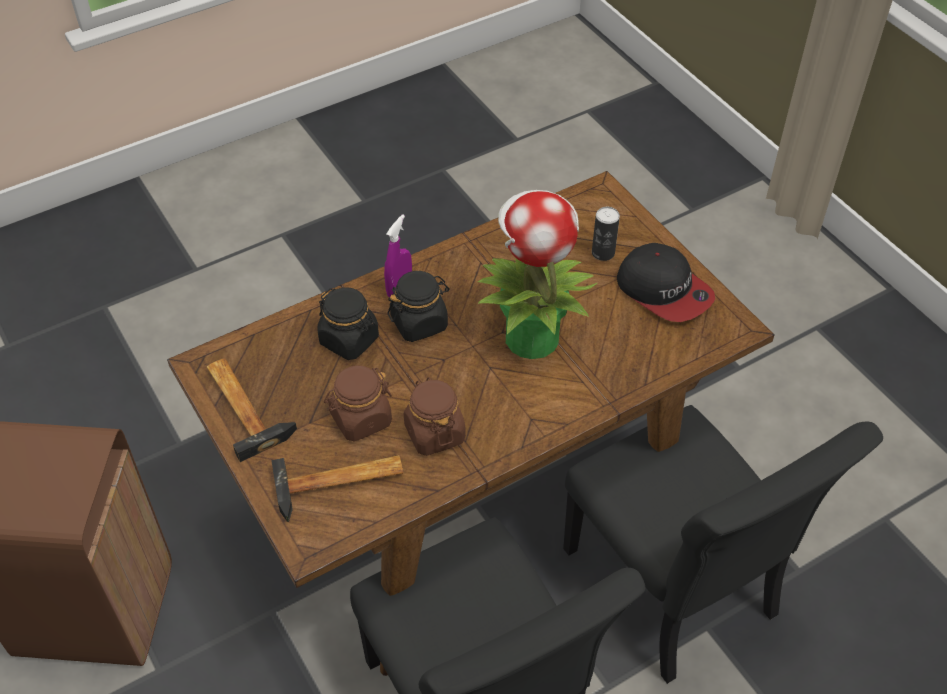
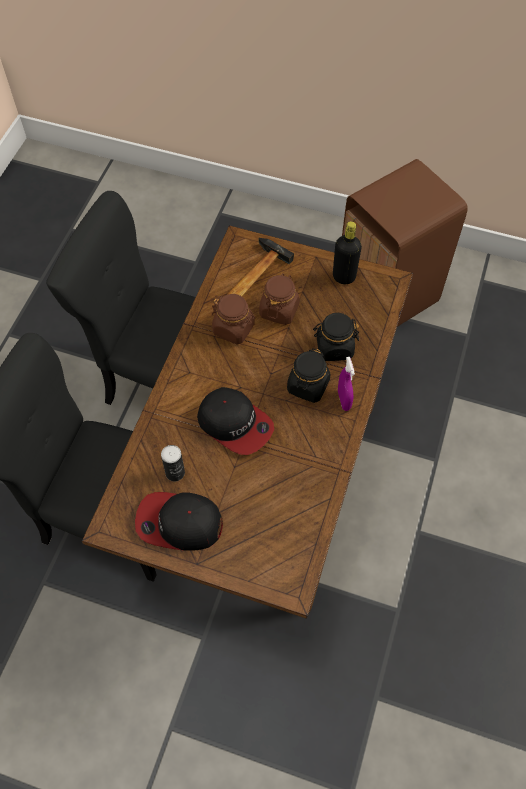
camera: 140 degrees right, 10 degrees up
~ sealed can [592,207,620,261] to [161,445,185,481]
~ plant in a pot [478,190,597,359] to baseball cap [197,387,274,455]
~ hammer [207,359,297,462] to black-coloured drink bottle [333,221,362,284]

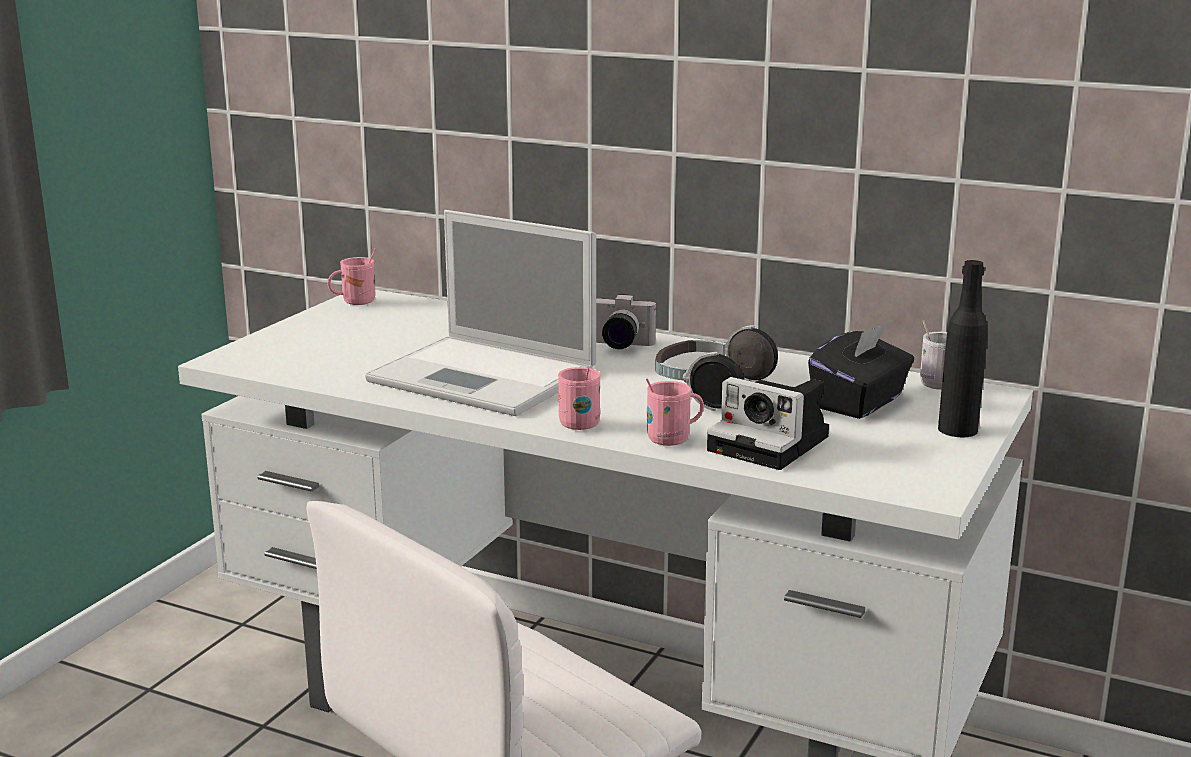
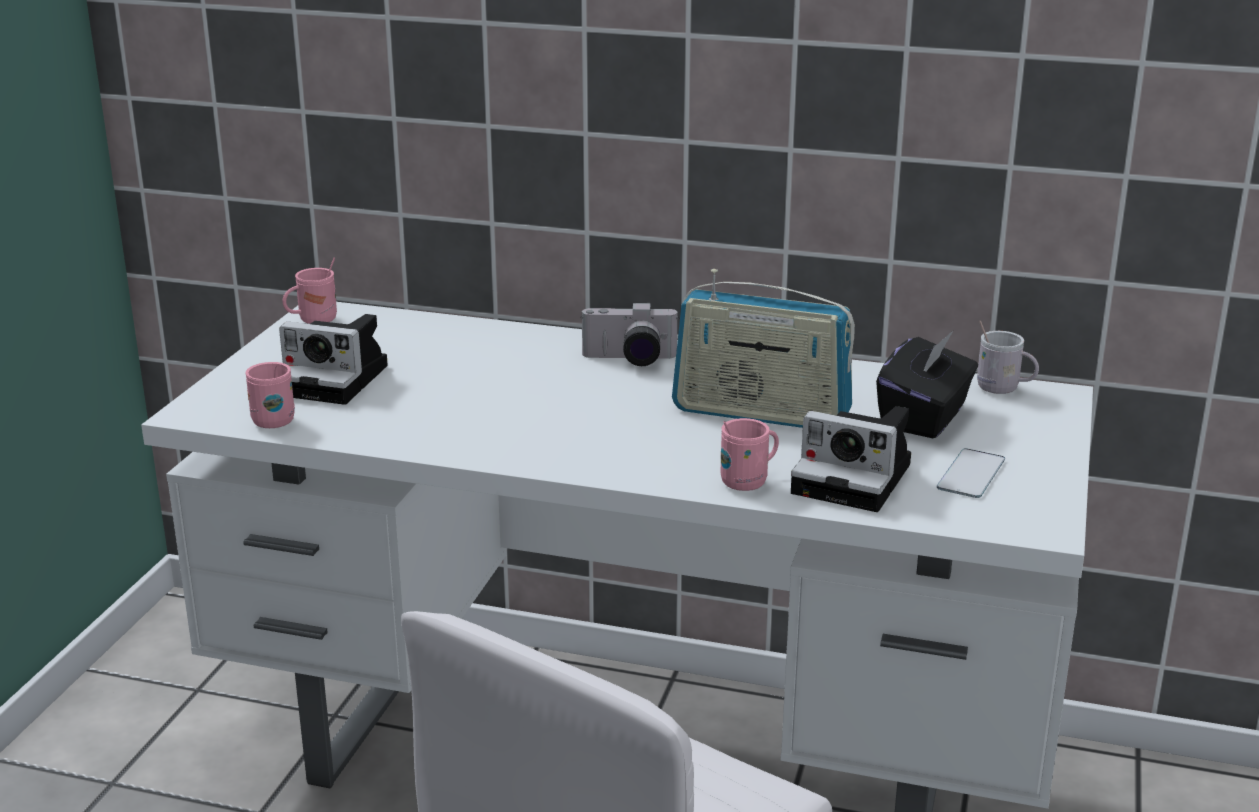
camera: 10 degrees left, 5 degrees up
~ pinkish coffee mug [558,367,600,430] to [245,362,295,428]
+ photo camera [279,314,388,405]
~ headset [655,325,778,411] to radio [672,269,855,428]
+ handset [937,448,1005,498]
- notebook computer [365,210,596,416]
- black-coloured drink bottle [938,260,988,437]

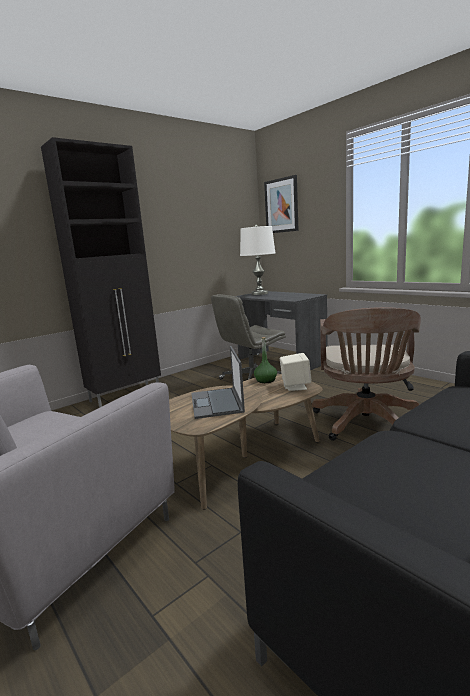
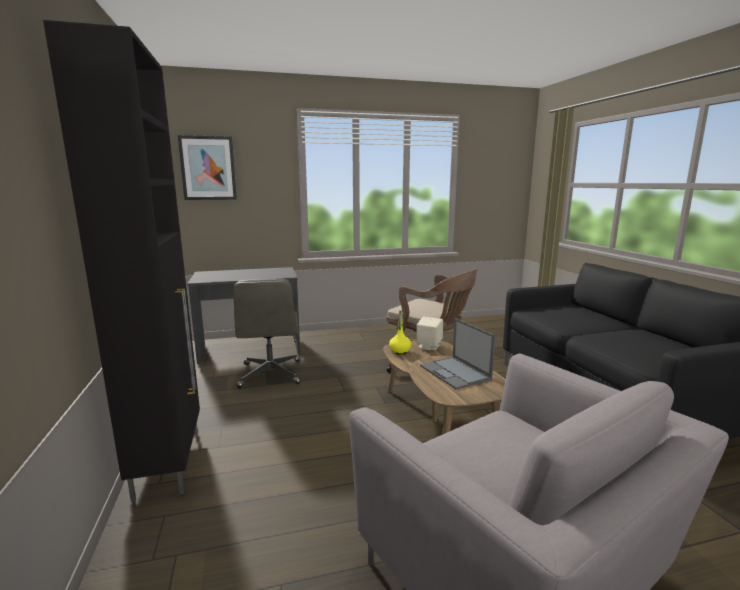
camera: 65 degrees left, 0 degrees up
~ green-coloured drink bottle [254,337,277,383] to yellow-coloured drink bottle [389,310,412,354]
~ notebook computer [191,346,245,419] = [420,318,495,389] 45 degrees clockwise
- whitish table lamp [240,225,275,295]

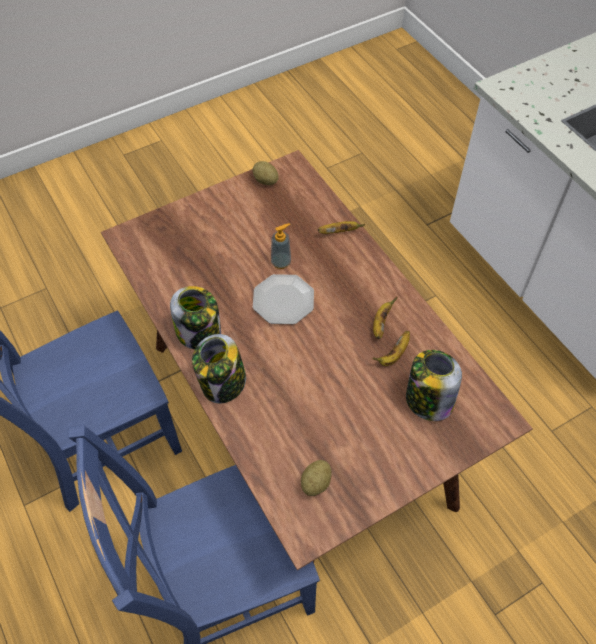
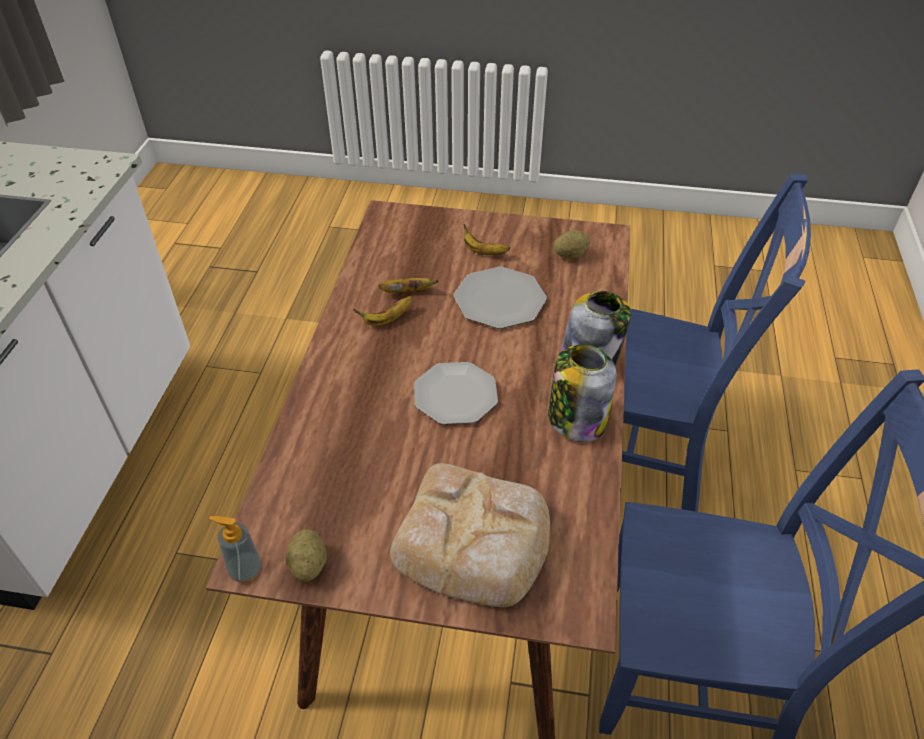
camera: 140 degrees left, 10 degrees down
~ liquid soap bottle [271,223,291,269] to [209,516,262,582]
+ bakery bread [390,463,550,607]
+ flat dish [454,267,547,329]
~ banana [318,221,365,234] to [464,224,510,255]
- storage jar [406,350,462,421]

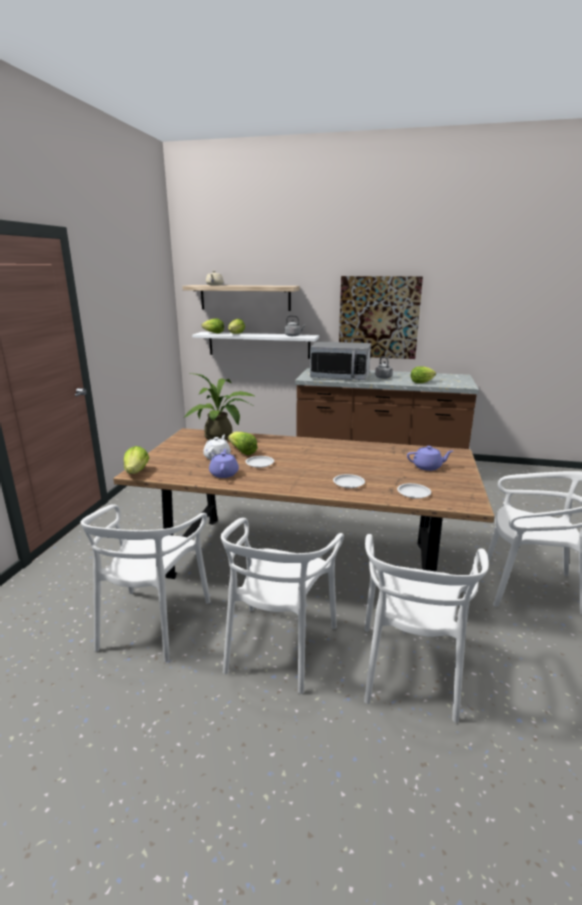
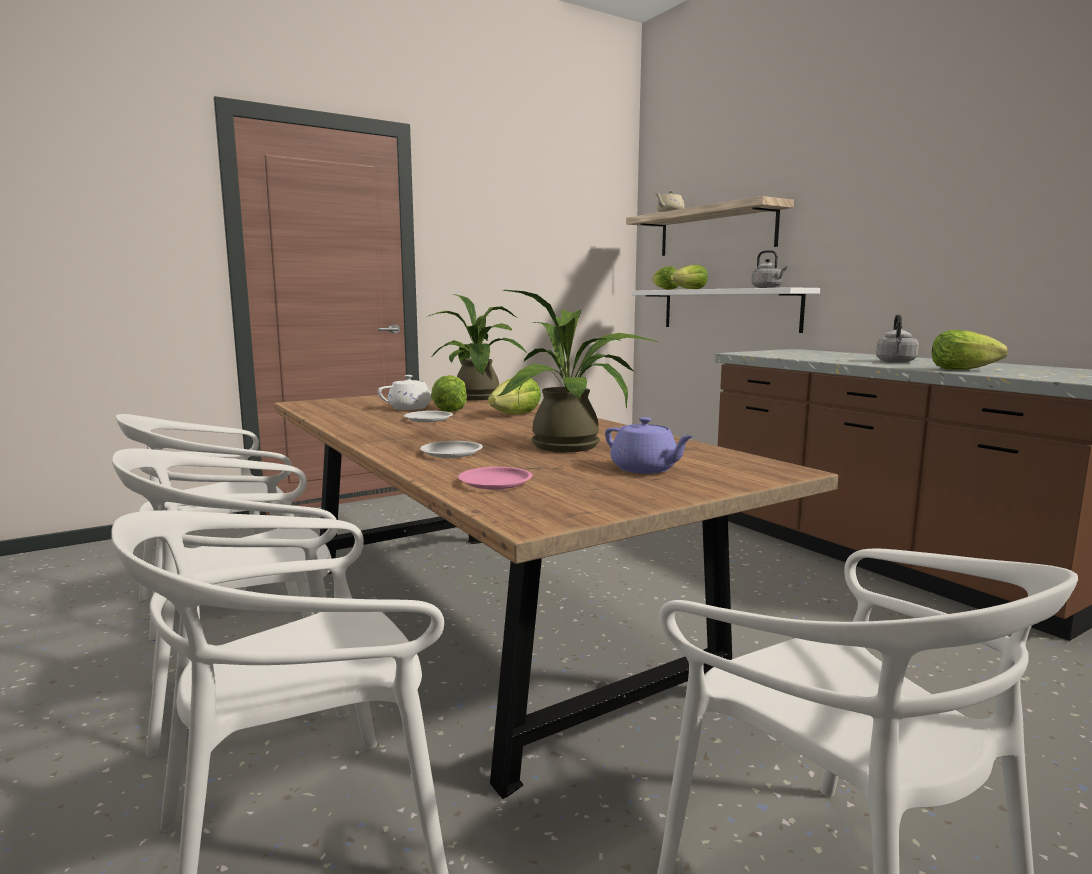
camera: 45 degrees right, 10 degrees down
~ whitish flat dish [397,483,431,499] to pinkish flat dish [458,467,533,489]
~ lettuce [124,446,149,474] to [488,378,541,414]
+ plant in a pot [498,290,657,452]
- purple teapot [209,448,239,478]
- microwave [310,341,371,380]
- picture [339,276,423,359]

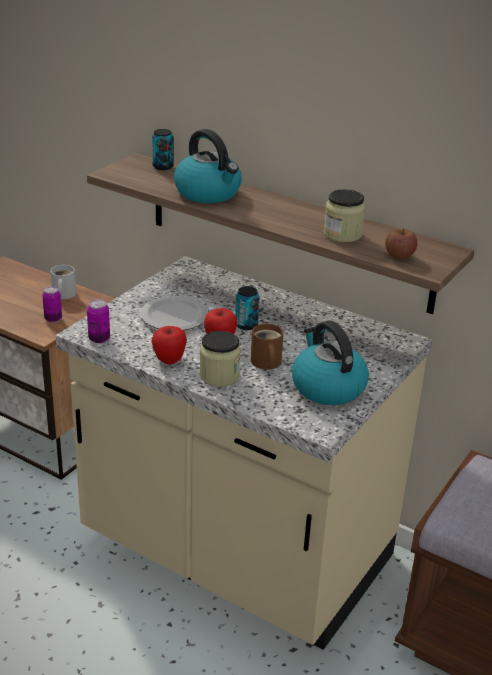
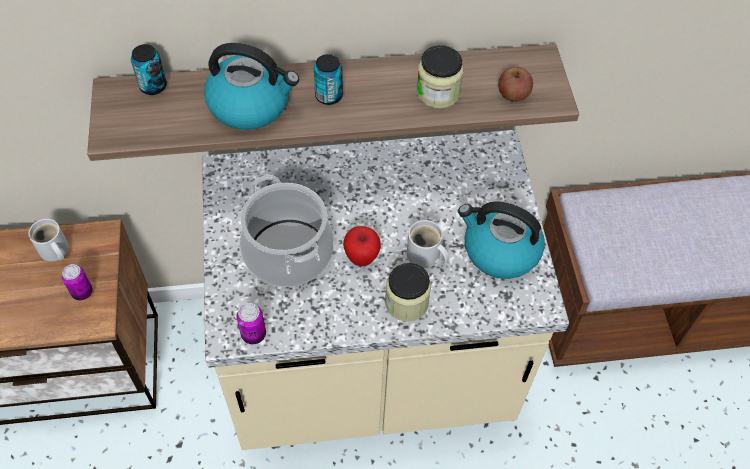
camera: 40 degrees left, 25 degrees up
~ flat dish [140,296,209,331] to cooking pot [240,175,334,287]
~ sealed can [235,286,259,330] to [314,54,343,105]
~ brownish coffee mug [251,324,284,370] to whitish coffee mug [407,220,449,268]
- apple fruit [151,326,187,364]

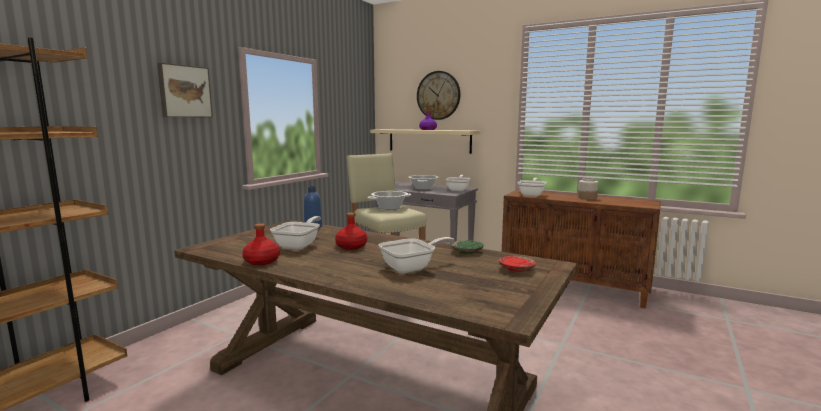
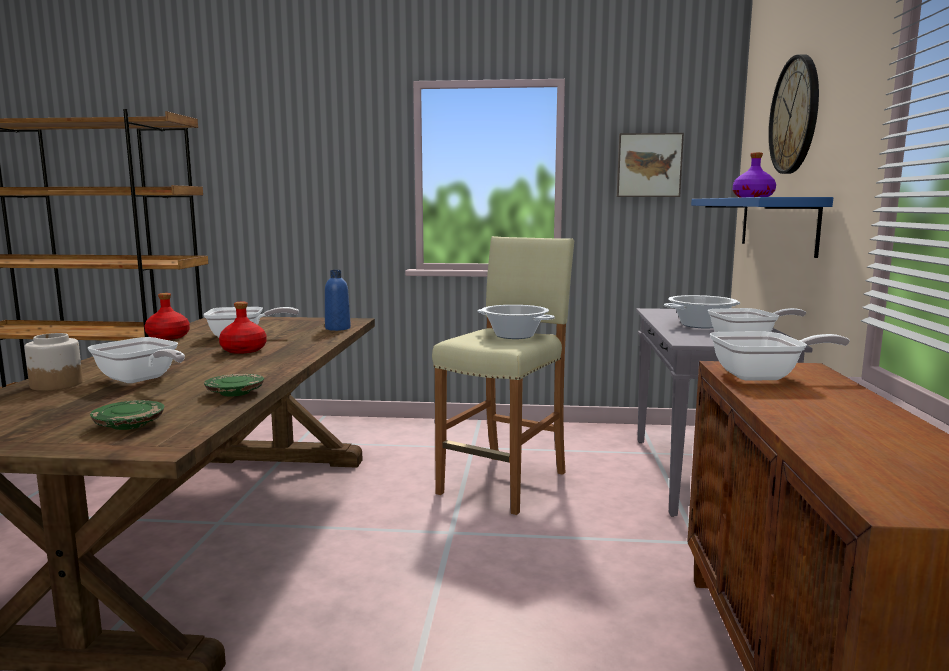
camera: 65 degrees right, 0 degrees up
~ storage jar [578,178,598,199] to [24,333,83,391]
~ red flat dish [499,256,536,272] to green-coloured flat dish [90,400,164,430]
~ picture [157,63,213,117] to [617,133,684,197]
~ beige shelf [370,129,480,154] to bluish shelf [691,197,833,258]

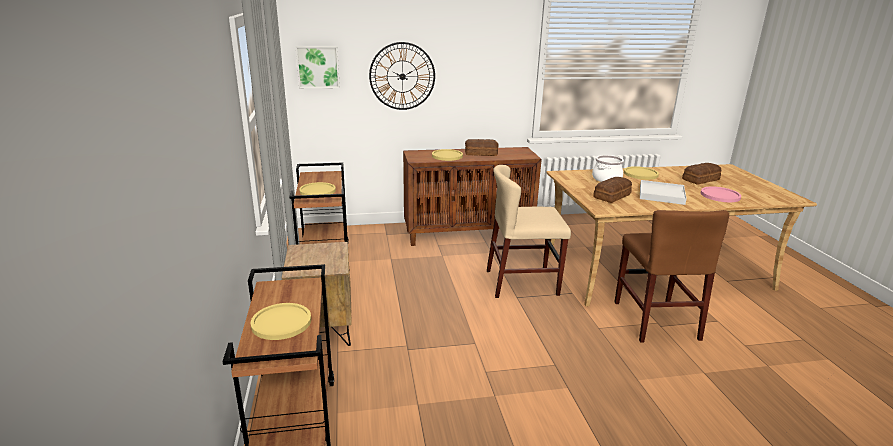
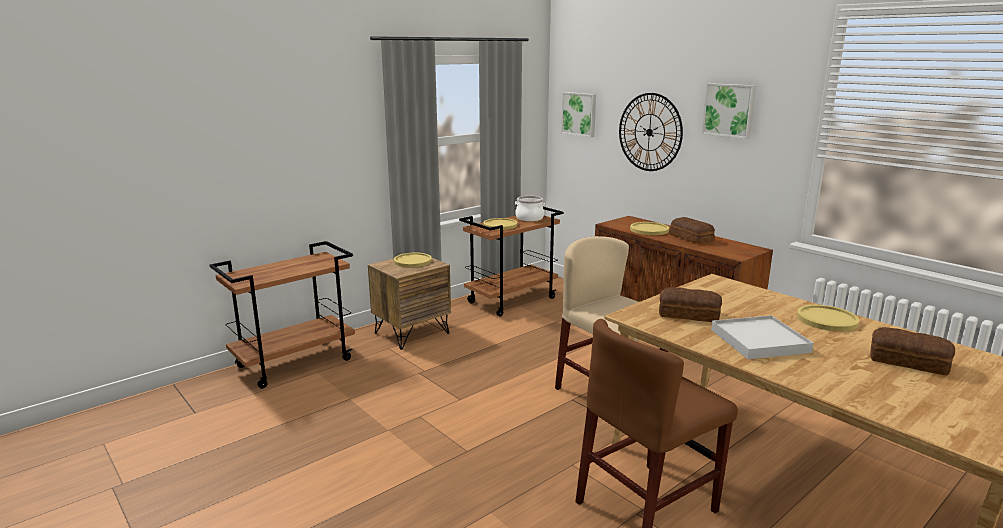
camera: 60 degrees right, 5 degrees down
~ yellow-coloured flat dish [251,303,311,340] to [394,253,432,267]
~ cooking pot [592,155,624,182] to [515,196,545,221]
+ picture [702,83,756,139]
- pinkish flat dish [701,186,741,202]

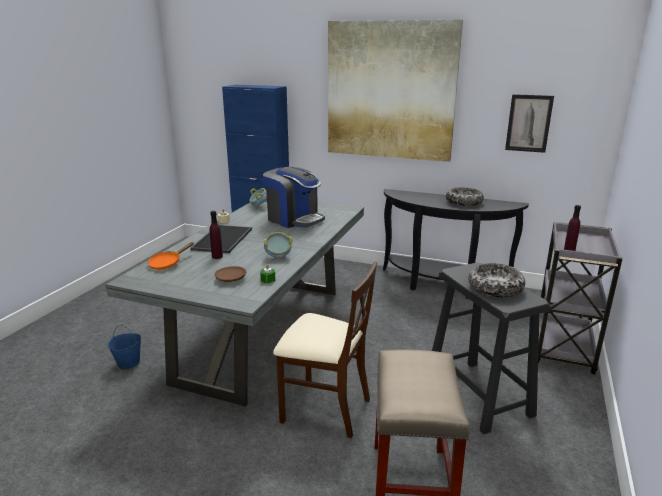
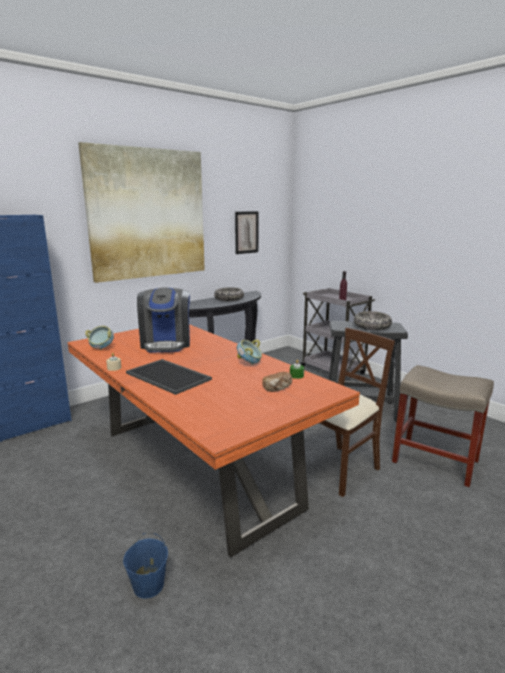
camera: 60 degrees left, 5 degrees down
~ grey dinner table [105,202,364,406] to orange-coloured dinner table [67,324,360,557]
~ coffee maker [263,167,325,228] = [137,287,190,352] 105 degrees clockwise
~ brownish flat dish [215,266,246,282] to bakery bread [262,372,292,392]
- orange-coloured pan [148,242,194,270]
- purple drink bottle [210,211,223,259]

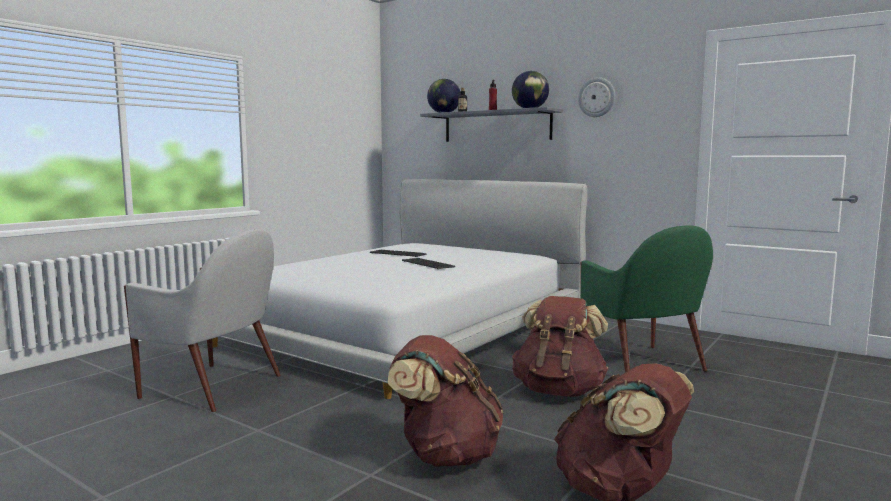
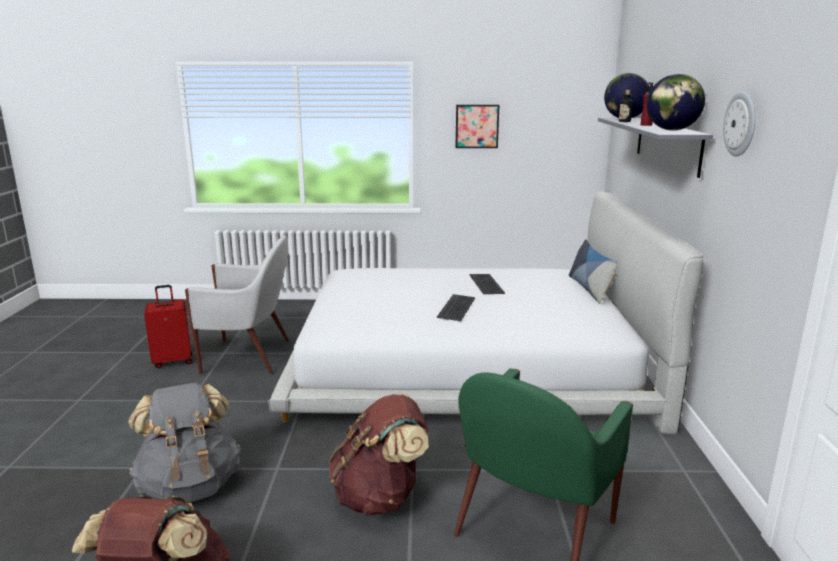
camera: 55 degrees right, 10 degrees up
~ brownish backpack [388,335,503,467] to grey backpack [129,382,241,502]
+ red suitcase [144,285,192,368]
~ whitish lounge chair [124,229,281,413] = [185,236,289,374] 75 degrees counterclockwise
+ picture [455,105,499,148]
+ pillow [569,239,618,304]

